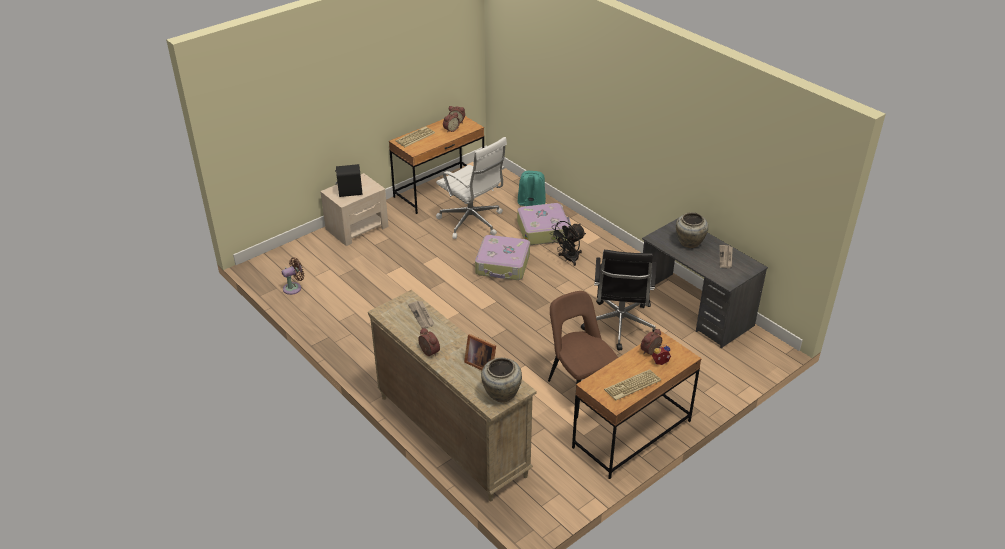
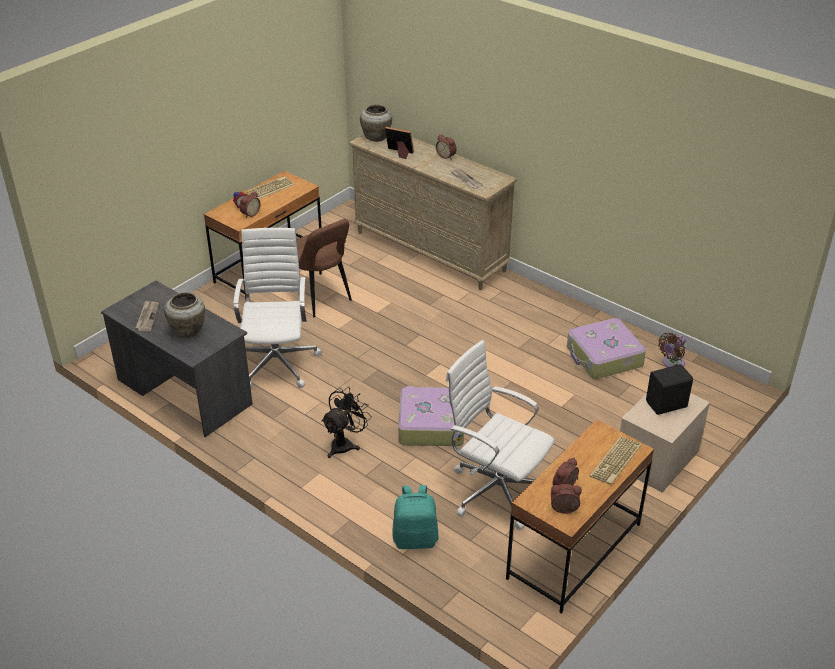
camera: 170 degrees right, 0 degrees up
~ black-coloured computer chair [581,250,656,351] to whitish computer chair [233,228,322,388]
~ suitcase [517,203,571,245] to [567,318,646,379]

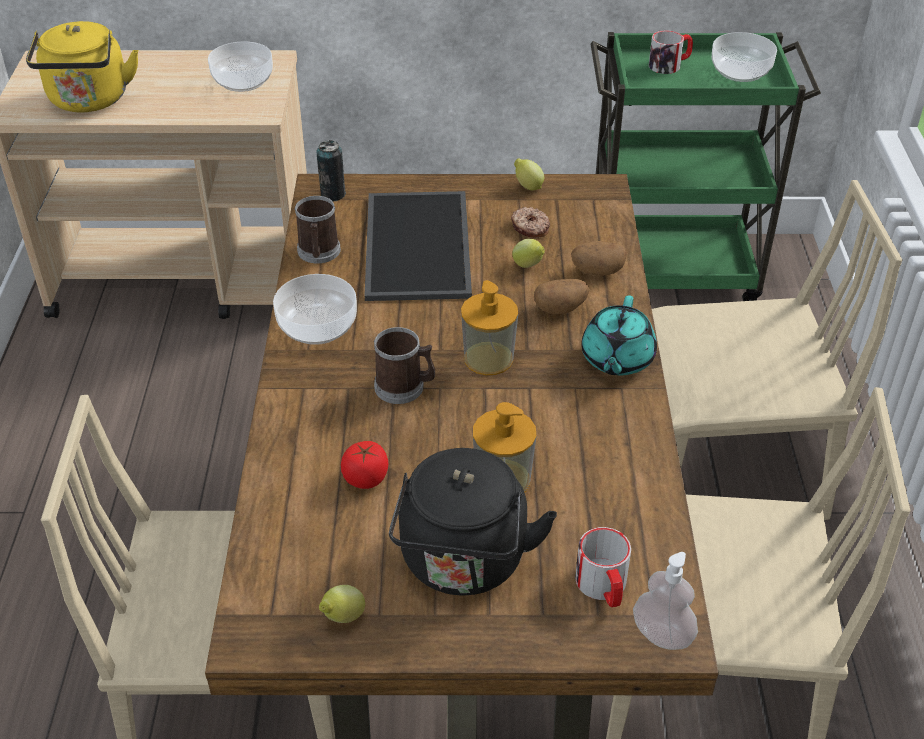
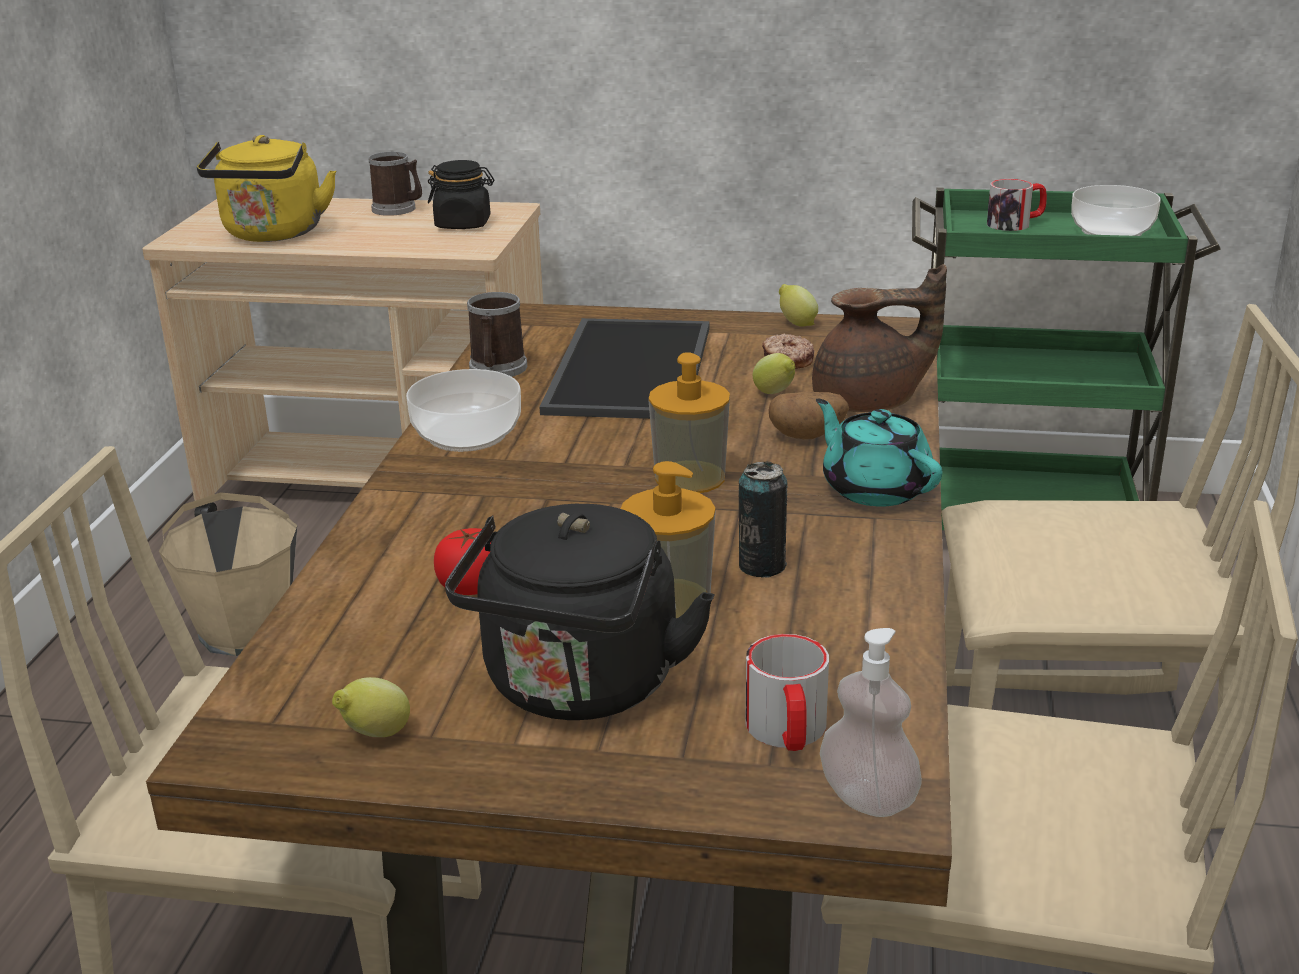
camera: 10 degrees right, 15 degrees down
+ beige water bucket [159,493,297,656]
~ coffee mug [374,327,435,404] to [369,152,422,216]
~ deep dish [208,42,273,92] to black-coloured storage jar [428,160,494,229]
~ sealed can [316,140,346,201] to [738,461,788,578]
~ spud [571,241,627,276] to brownish teapot [812,264,947,412]
~ turquoise teapot [581,295,657,375] = [816,399,942,507] 120 degrees clockwise

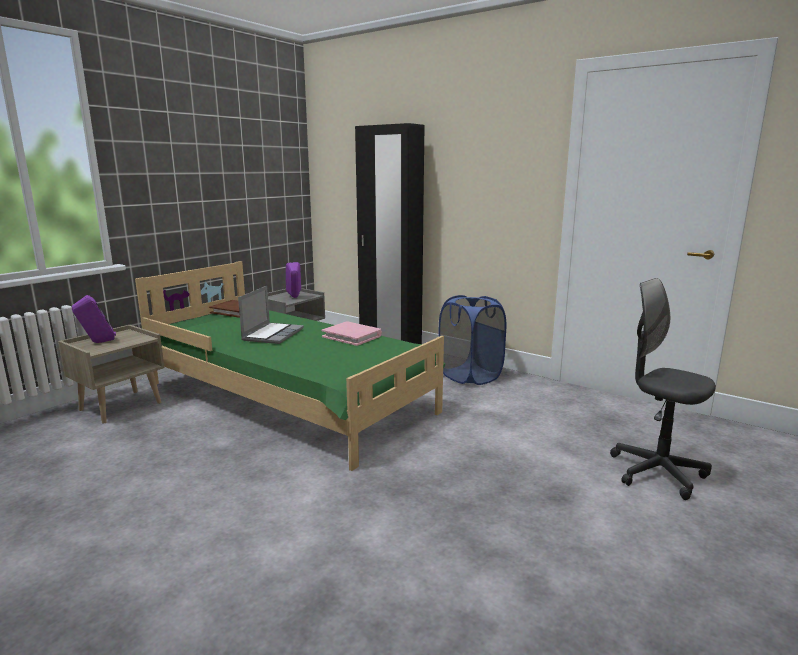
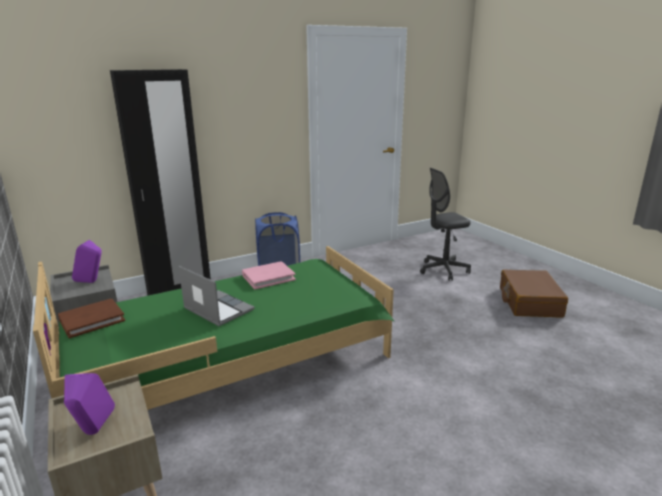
camera: 65 degrees left, 5 degrees up
+ brownish suitcase [500,270,568,318]

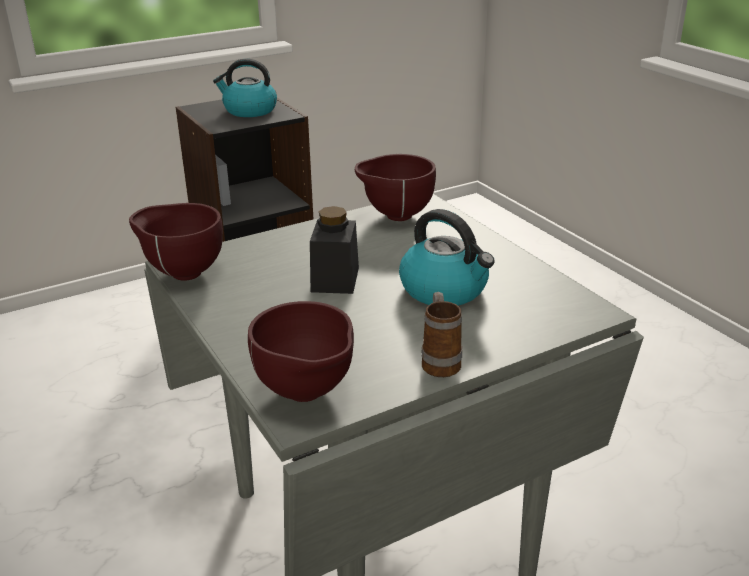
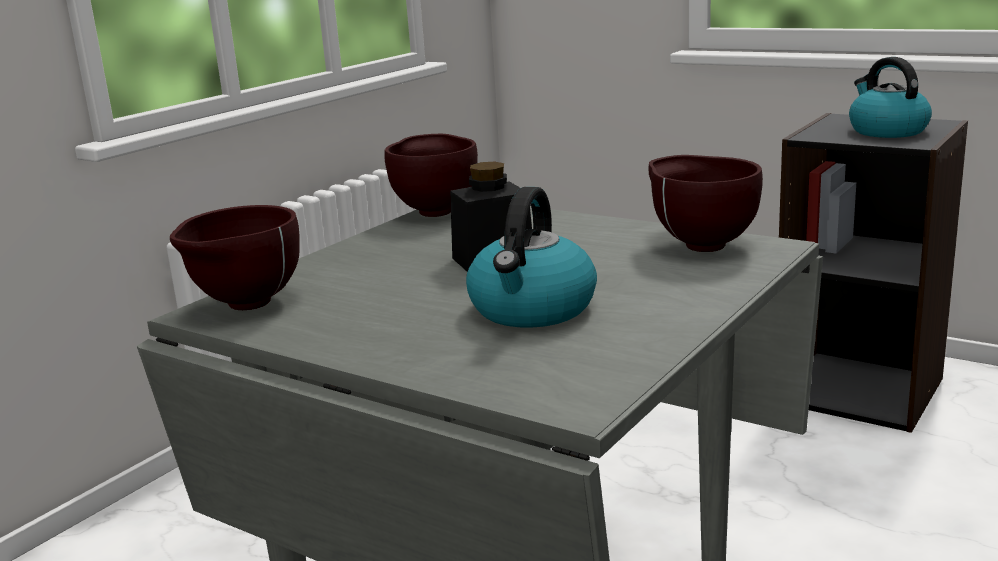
camera: 65 degrees right, 10 degrees down
- coffee mug [421,292,462,377]

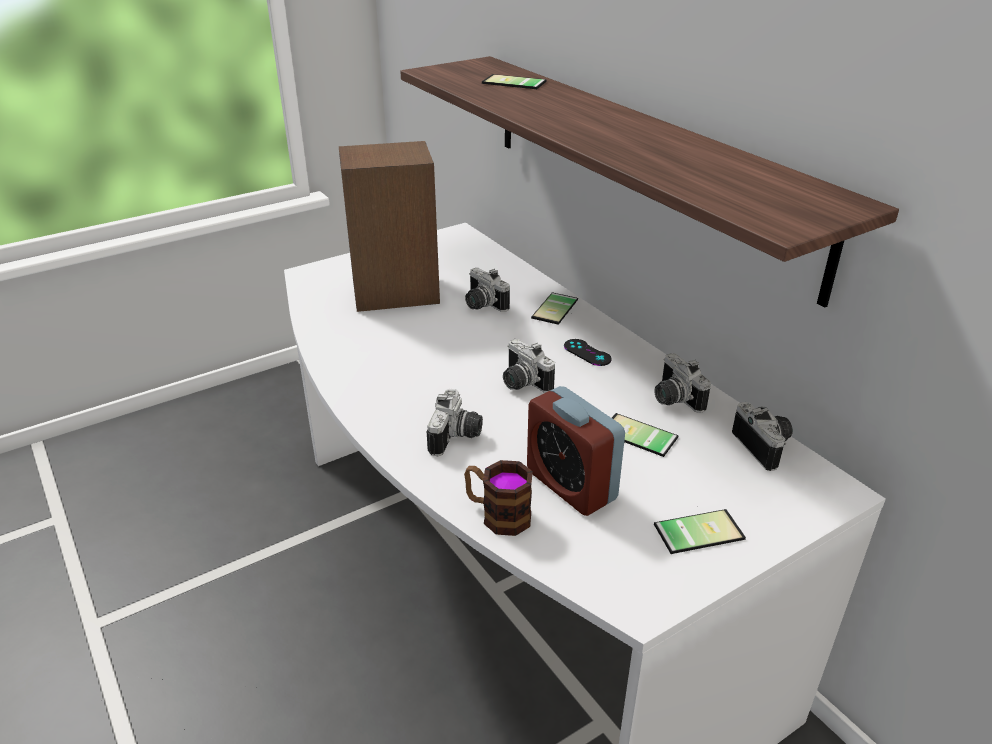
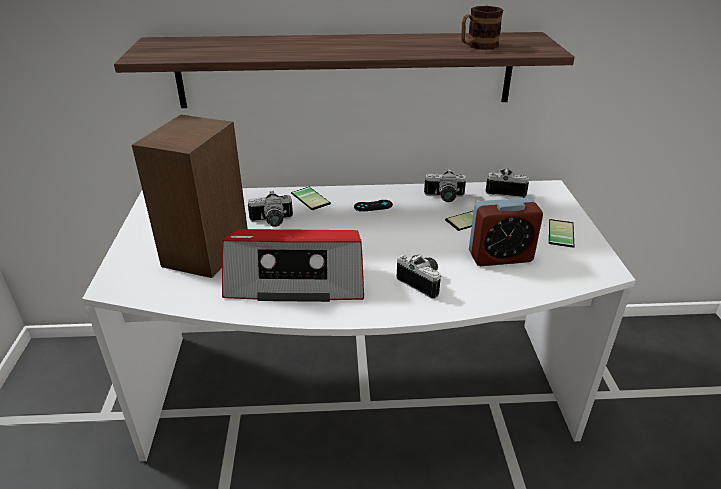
camera: 60 degrees left, 0 degrees up
+ radio [222,229,364,302]
~ coffee mug [464,460,533,536] to [461,6,503,50]
- handset [482,74,547,89]
- photo camera [503,339,555,393]

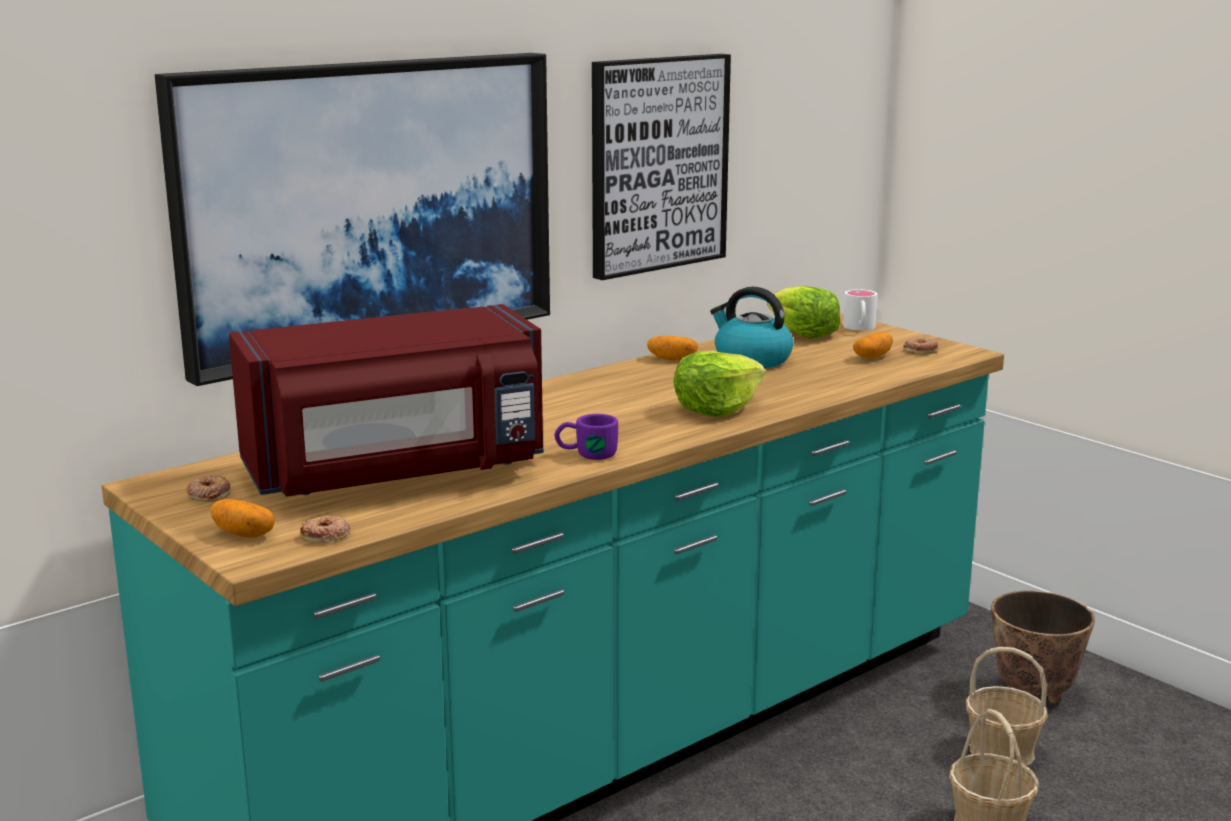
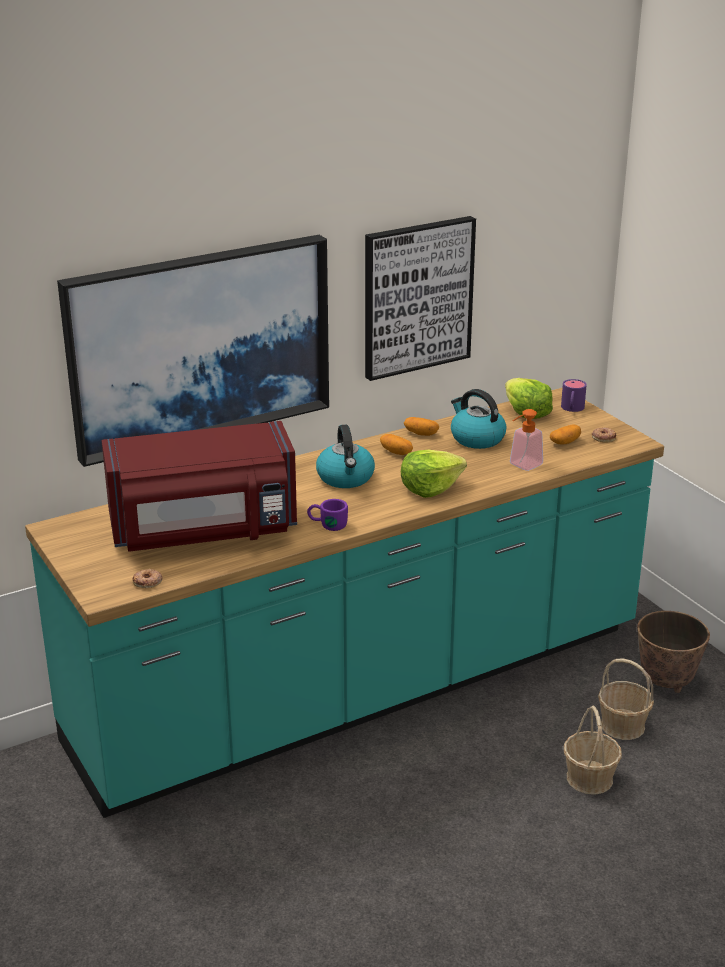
camera: 10 degrees right, 10 degrees up
+ kettle [316,425,375,488]
~ spud [210,499,275,538] to [380,434,413,455]
+ liquid soap bottle [510,409,543,471]
~ whitish coffee mug [843,289,877,330] to purple coffee mug [561,379,587,412]
- donut [187,475,230,502]

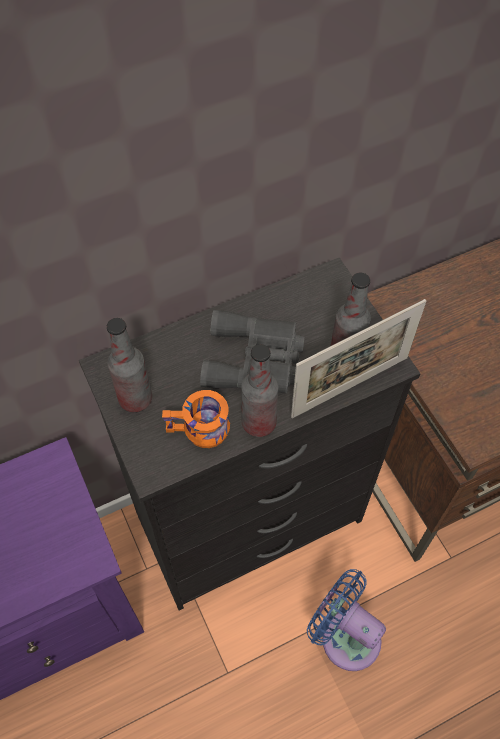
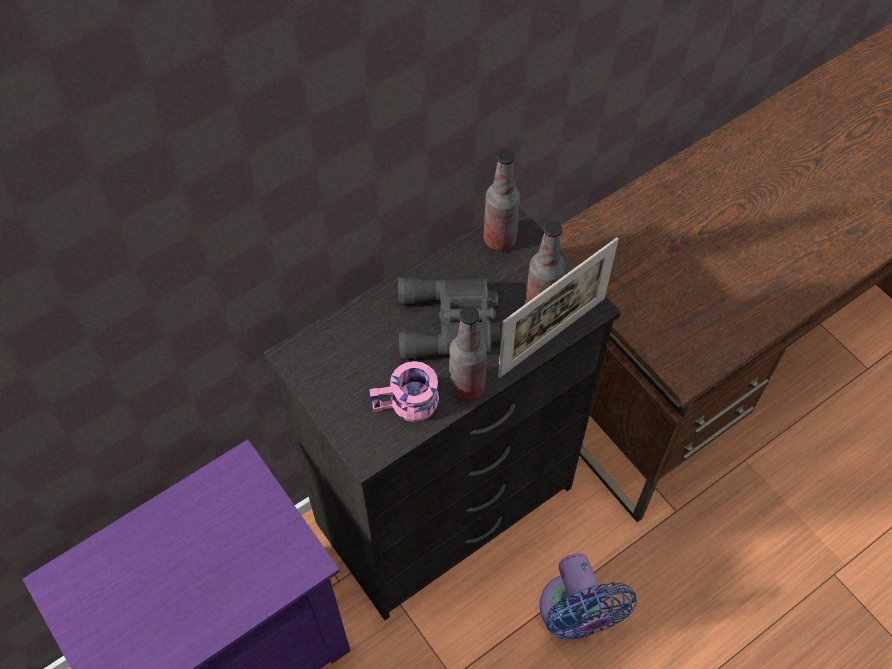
camera: 10 degrees left, 0 degrees up
~ orange-coloured coffee mug [162,390,230,448] to pinkish coffee mug [369,361,439,422]
~ drink bottle [107,318,152,412] to [483,149,520,251]
~ bluish electric fan [307,569,386,671] = [540,553,637,639] 135 degrees counterclockwise

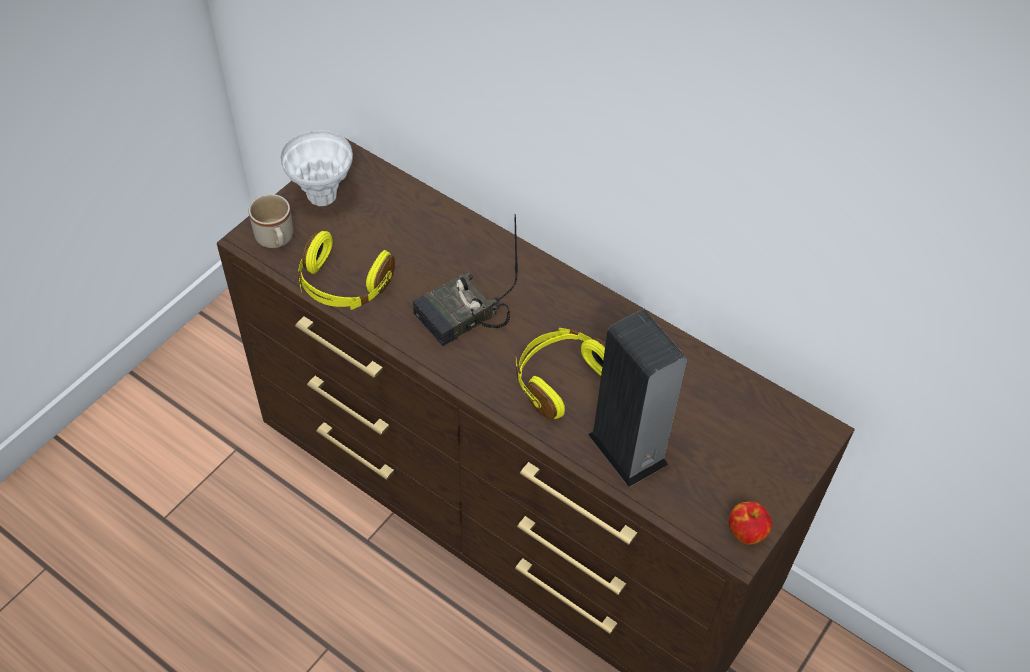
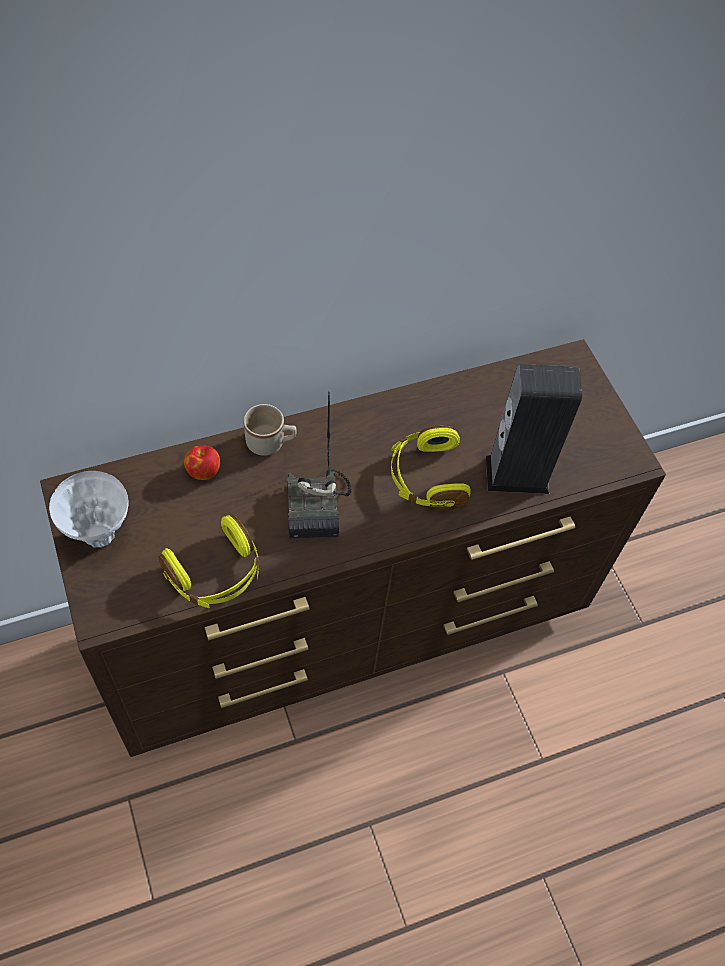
camera: 60 degrees left, 5 degrees up
~ apple fruit [729,501,772,545] to [184,445,220,480]
~ beige coffee mug [249,194,293,248] to [243,404,297,456]

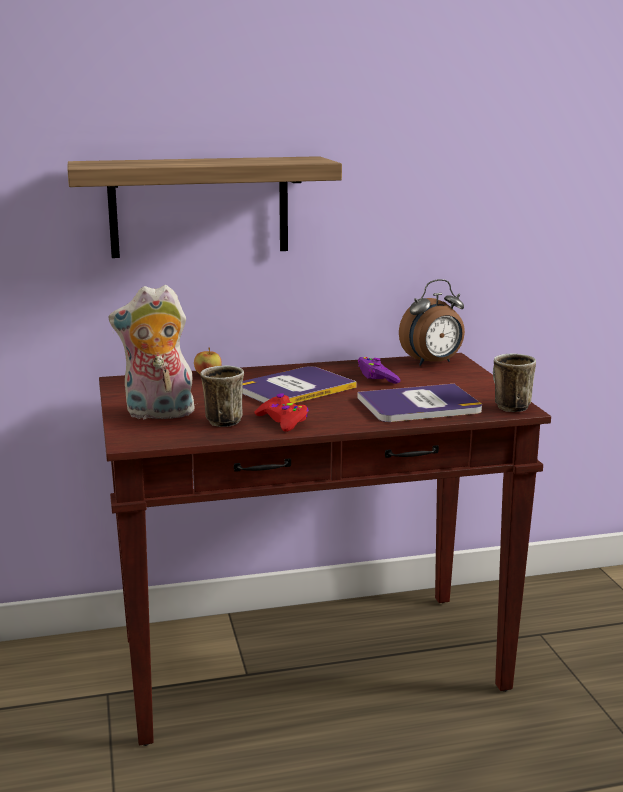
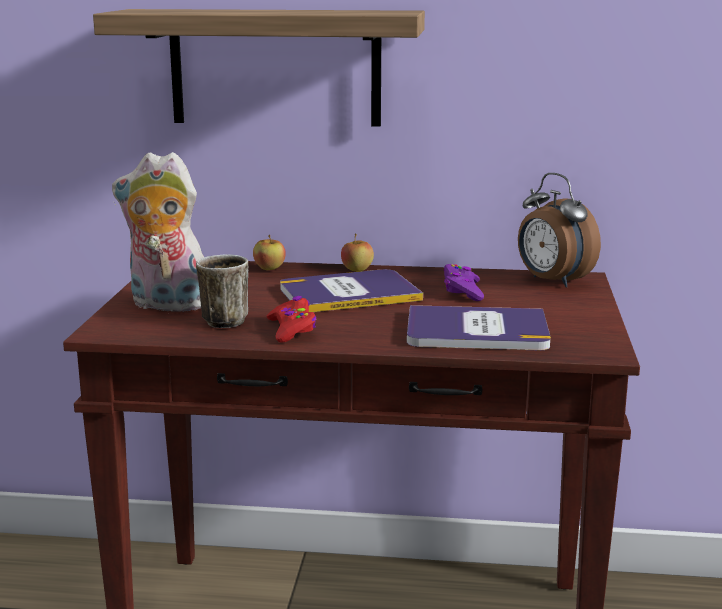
camera: 20 degrees right, 0 degrees up
+ apple fruit [341,233,374,272]
~ bedside clock [399,279,465,366] = [518,173,601,287] 60 degrees clockwise
- coffee mug [493,353,536,412]

